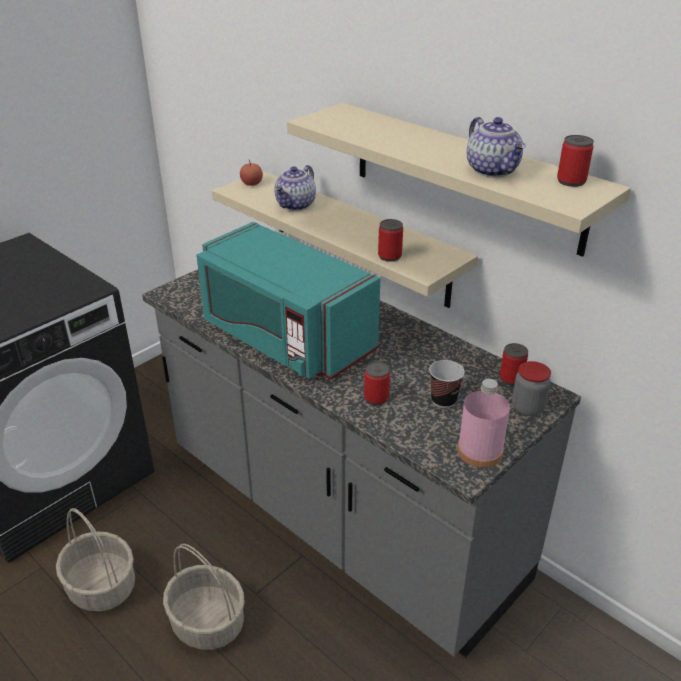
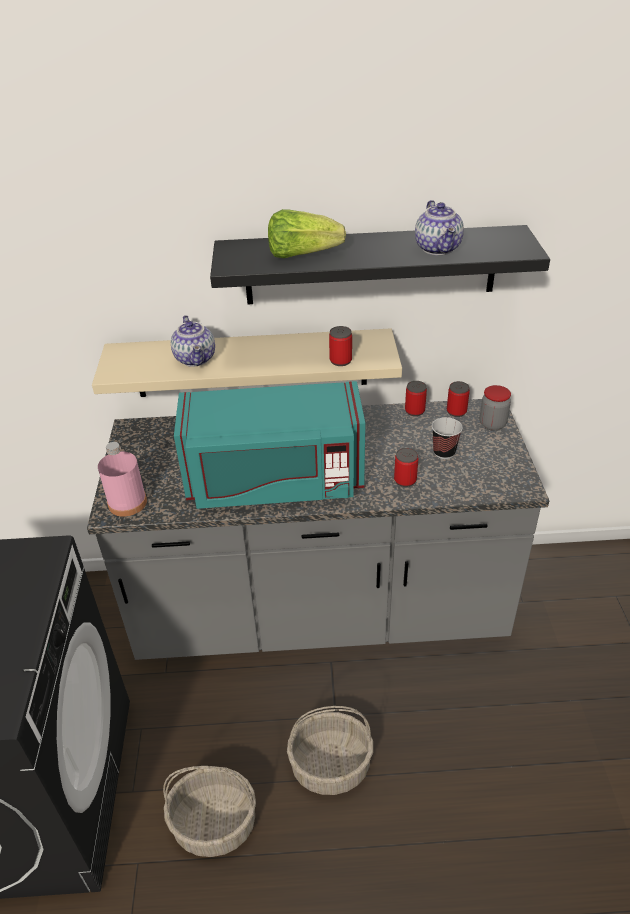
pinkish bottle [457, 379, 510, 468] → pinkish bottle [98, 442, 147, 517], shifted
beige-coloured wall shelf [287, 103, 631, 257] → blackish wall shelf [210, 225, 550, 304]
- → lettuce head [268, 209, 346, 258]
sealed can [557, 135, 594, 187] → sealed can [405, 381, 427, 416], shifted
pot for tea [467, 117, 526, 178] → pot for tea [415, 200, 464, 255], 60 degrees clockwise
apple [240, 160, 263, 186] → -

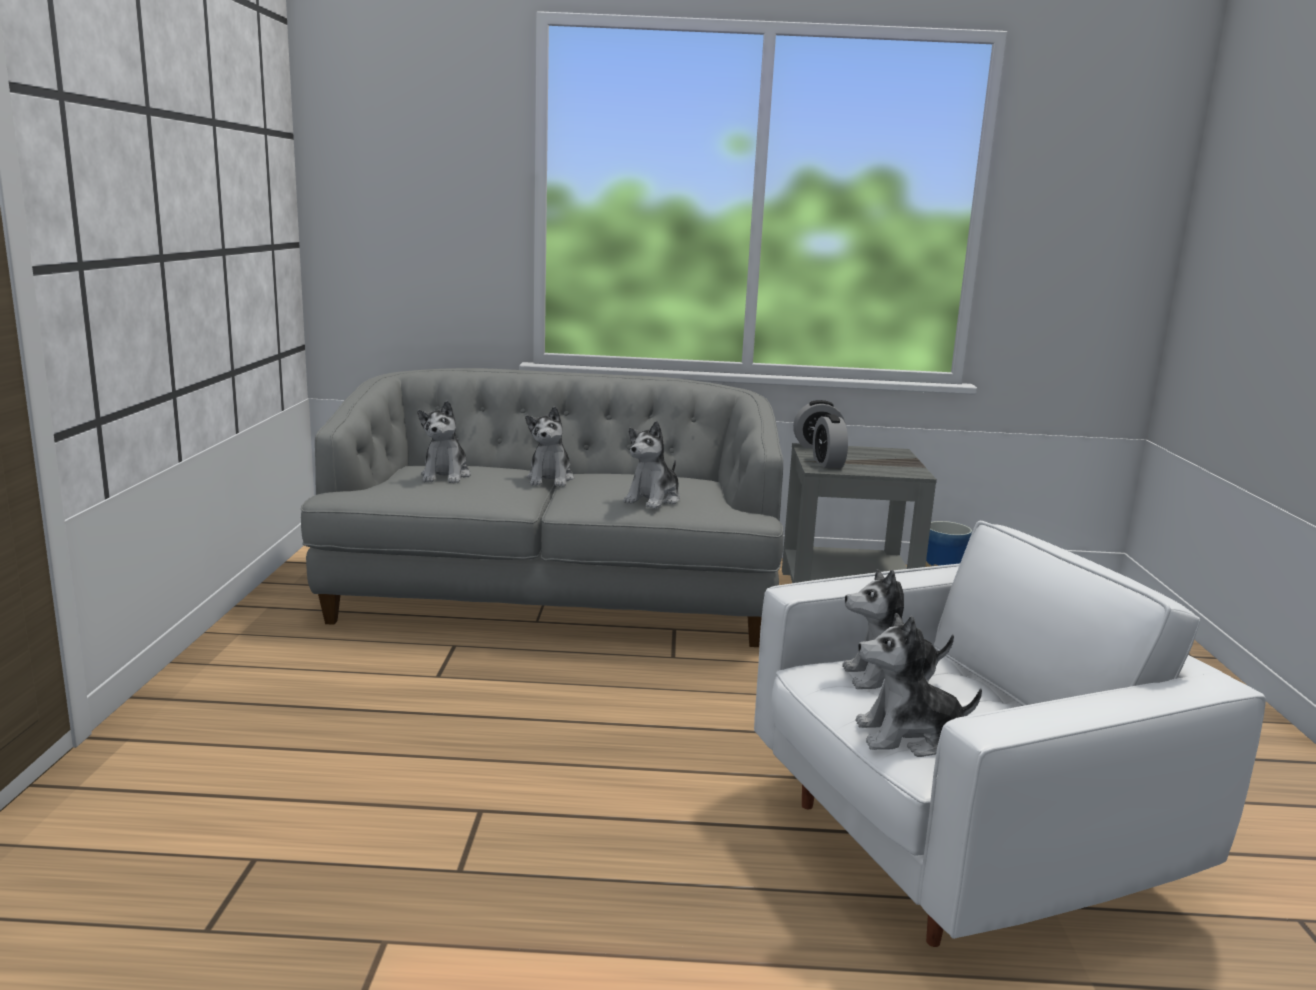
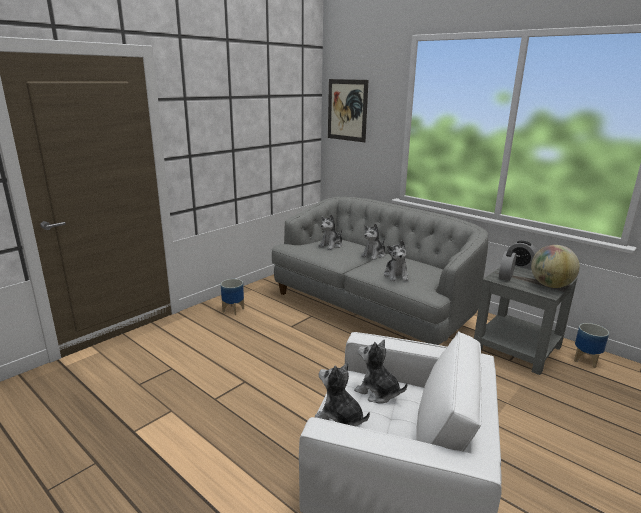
- → plant pot [221, 279, 244, 315]
- → wall picture [328, 79, 368, 142]
cuddly toy [623, 421, 680, 509] → cuddly toy [384, 240, 408, 281], 75 degrees counterclockwise
- → globe [531, 245, 580, 288]

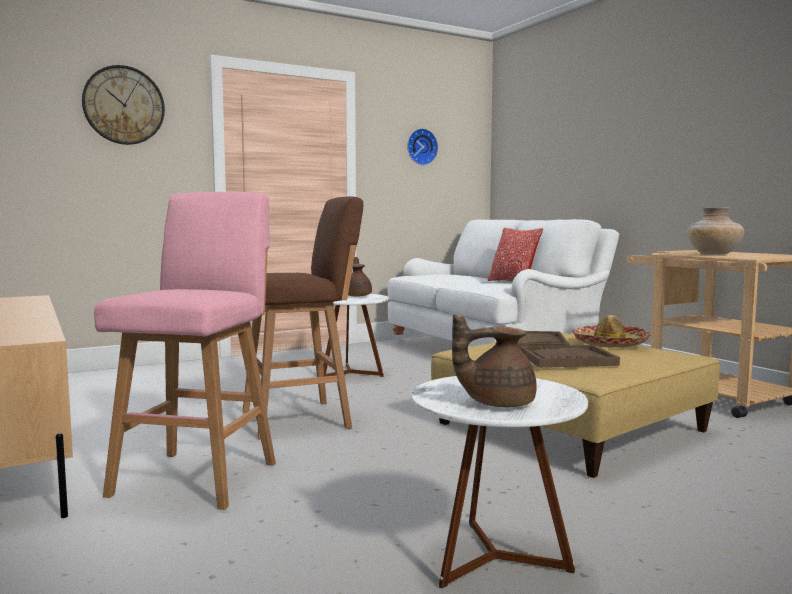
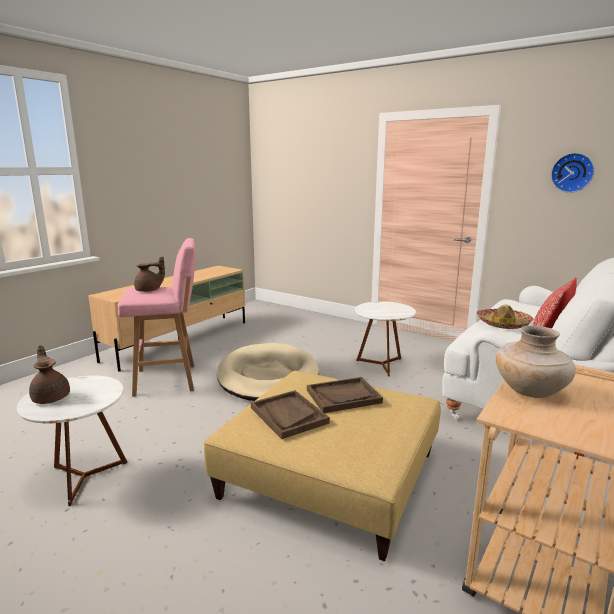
brown pot for tea [348, 257, 372, 297] → brown pot for tea [134, 256, 165, 292], shifted
brown sitting stool [243, 196, 363, 440] → beige-coloured dog cushion [216, 343, 319, 401]
wearable hat [572, 315, 651, 348] → wearable hat [477, 304, 534, 329], shifted
clock on the wall [82, 65, 165, 145] → -

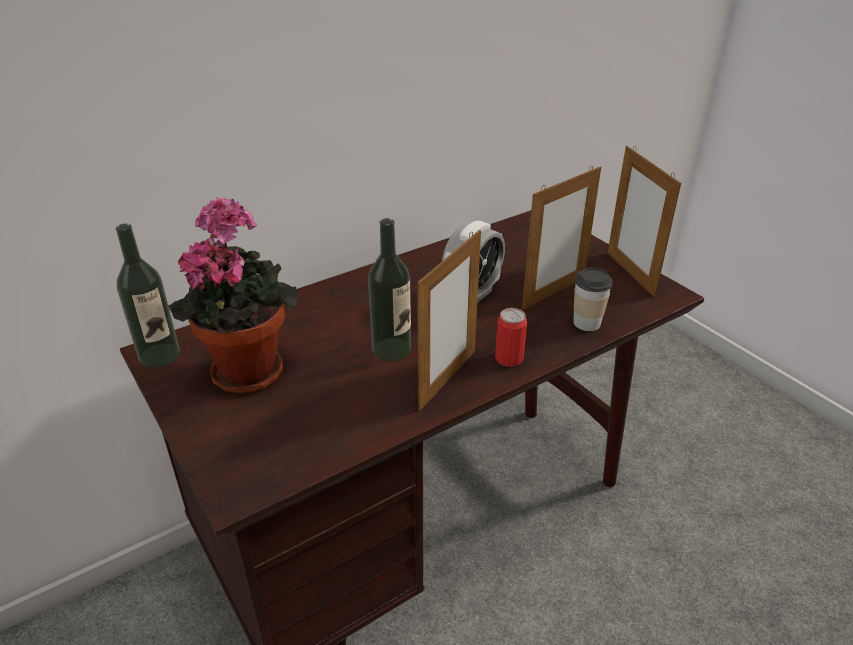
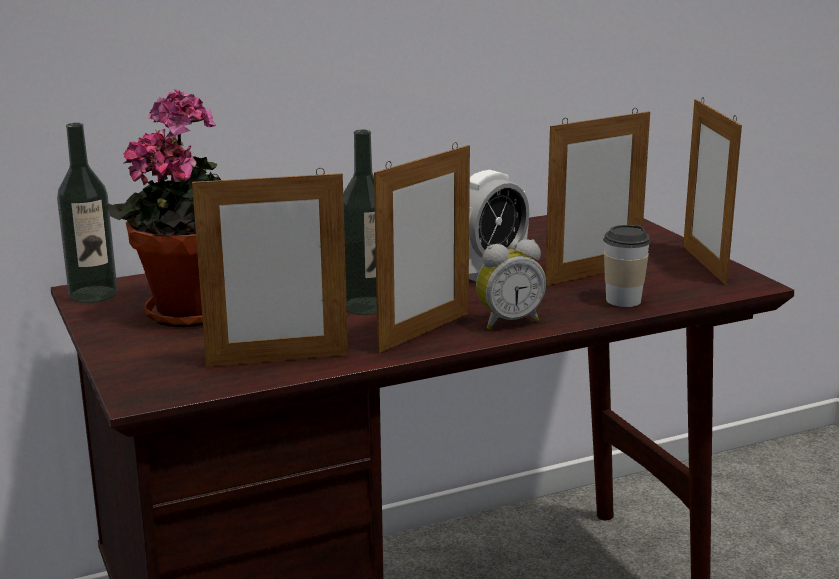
- → photo frame [192, 168, 348, 367]
sealed can [495, 308, 527, 367] → bedside clock [476, 239, 546, 329]

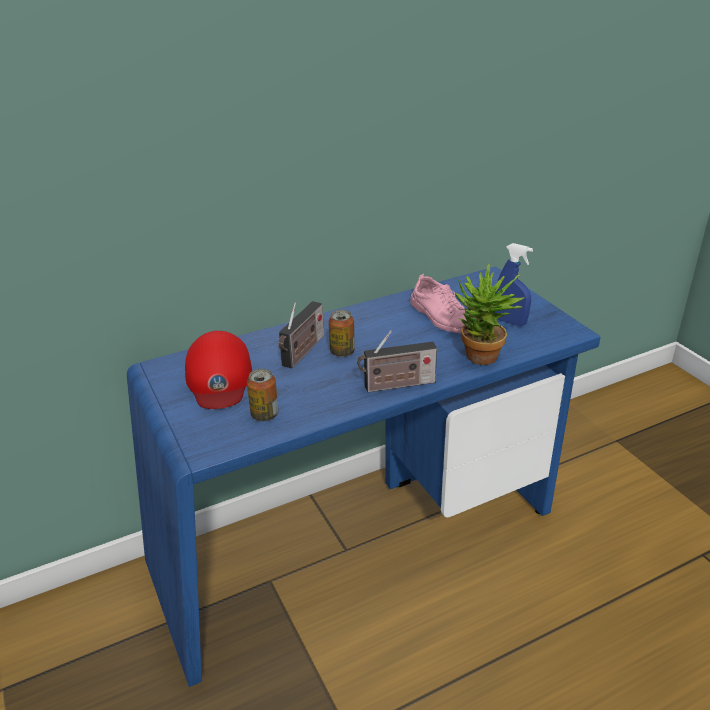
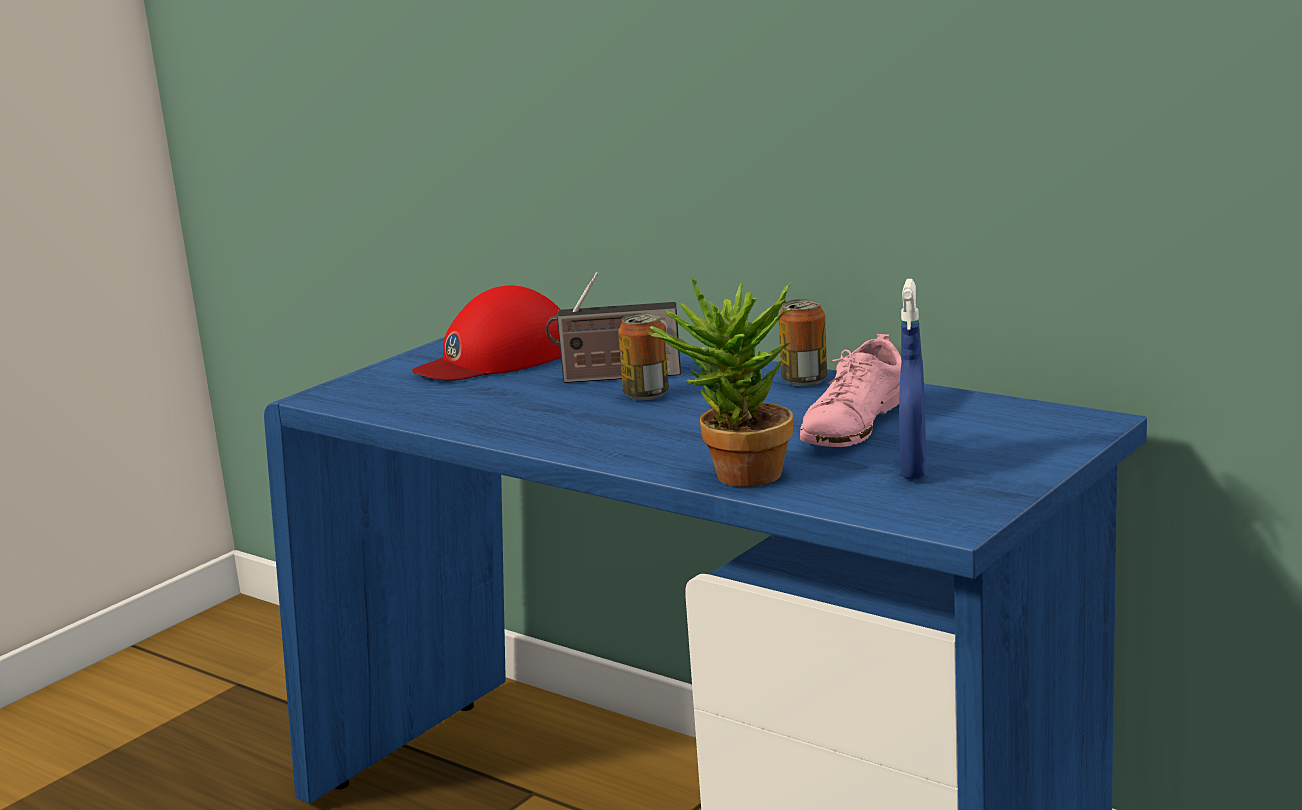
sealed can [247, 369, 279, 421] → sealed can [779, 299, 827, 386], shifted
radio set [357, 330, 437, 392] → -

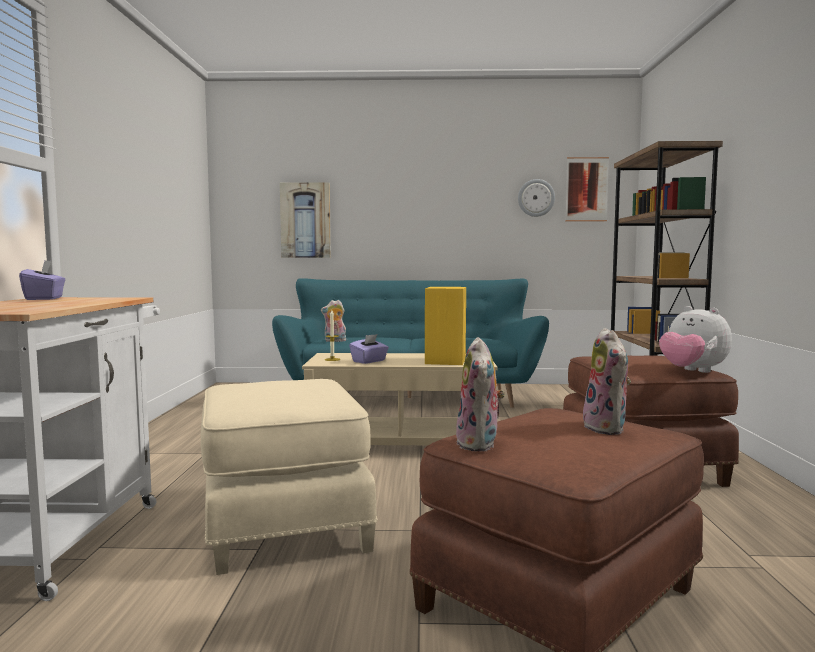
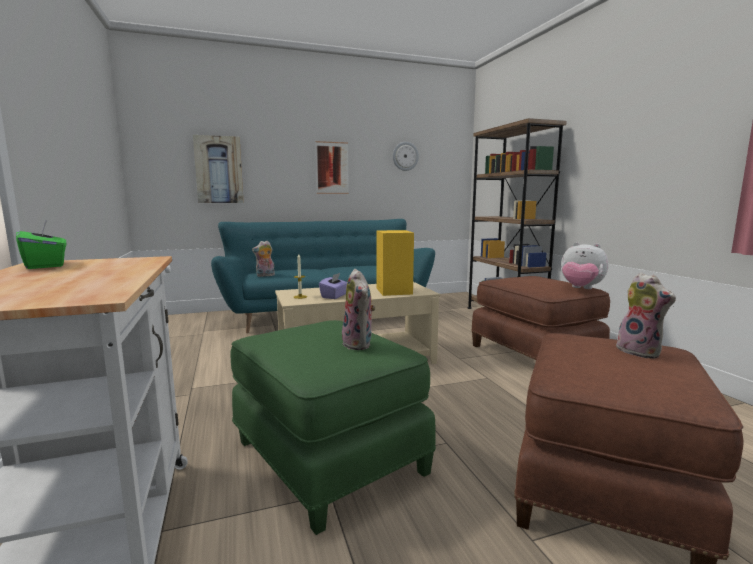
purple box of tissues [19, 260, 66, 300] → green box of tissues [16, 219, 67, 269]
beige-coloured pouffe [201, 379, 378, 575] → green pouffe [230, 320, 436, 535]
wall picture [565, 157, 609, 221] → wall picture [315, 141, 349, 194], shifted
cuddly toy [455, 337, 505, 452] → cuddly toy [342, 269, 376, 350], shifted

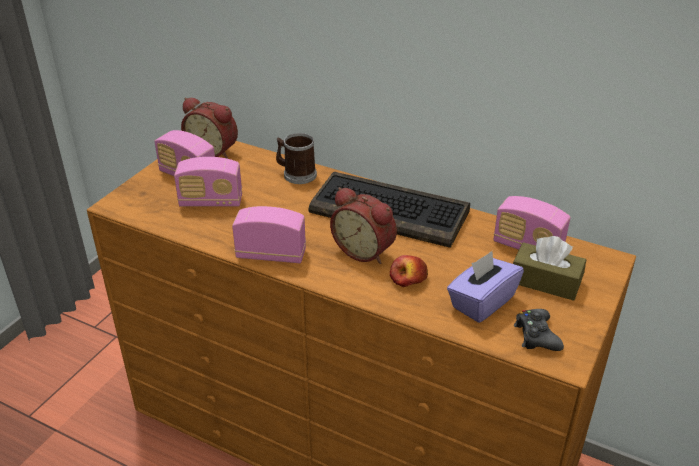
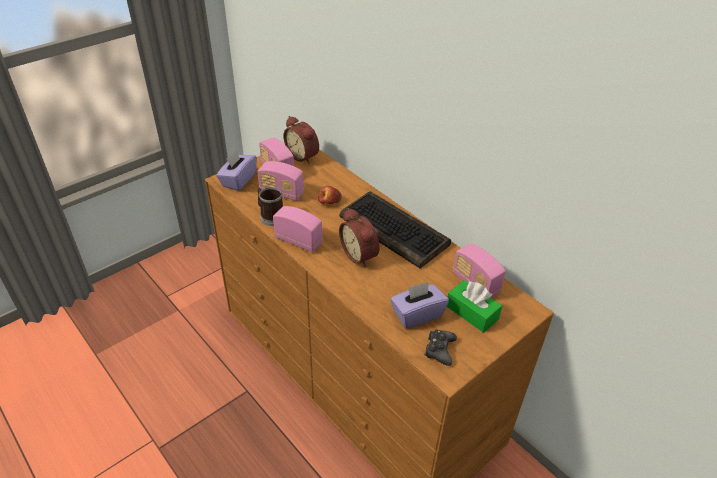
- → purple box of tissues [216, 149, 257, 191]
mug [276, 133, 317, 184] → mug [257, 187, 283, 226], shifted
apple [390, 255, 428, 287] → apple [318, 186, 342, 204], shifted
brown box of tissues [513, 236, 586, 301] → green box of tissues [447, 280, 502, 333]

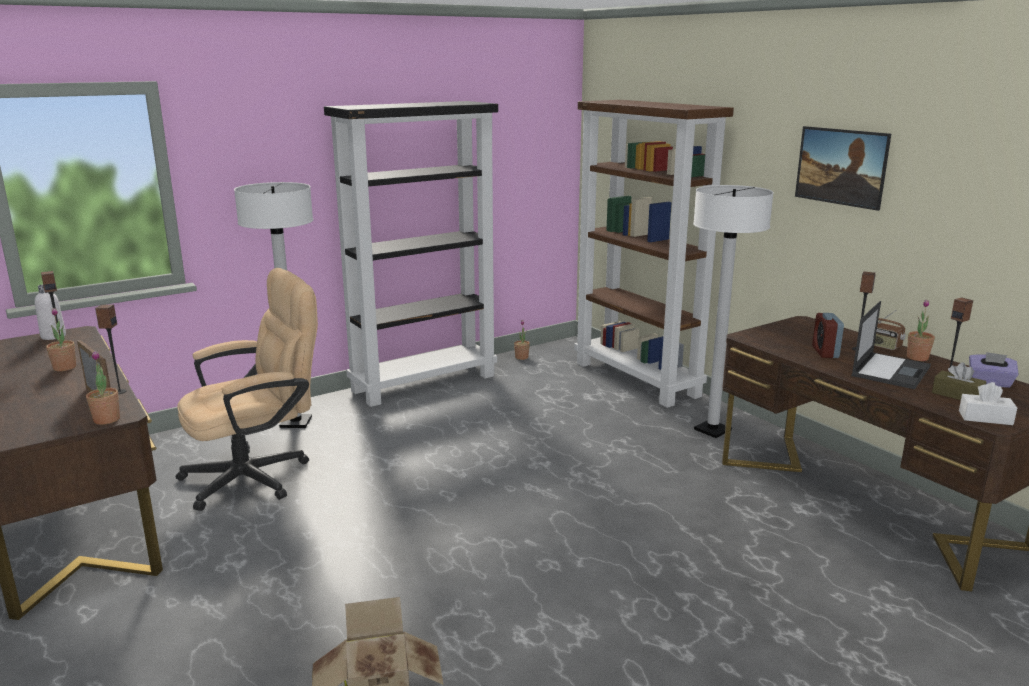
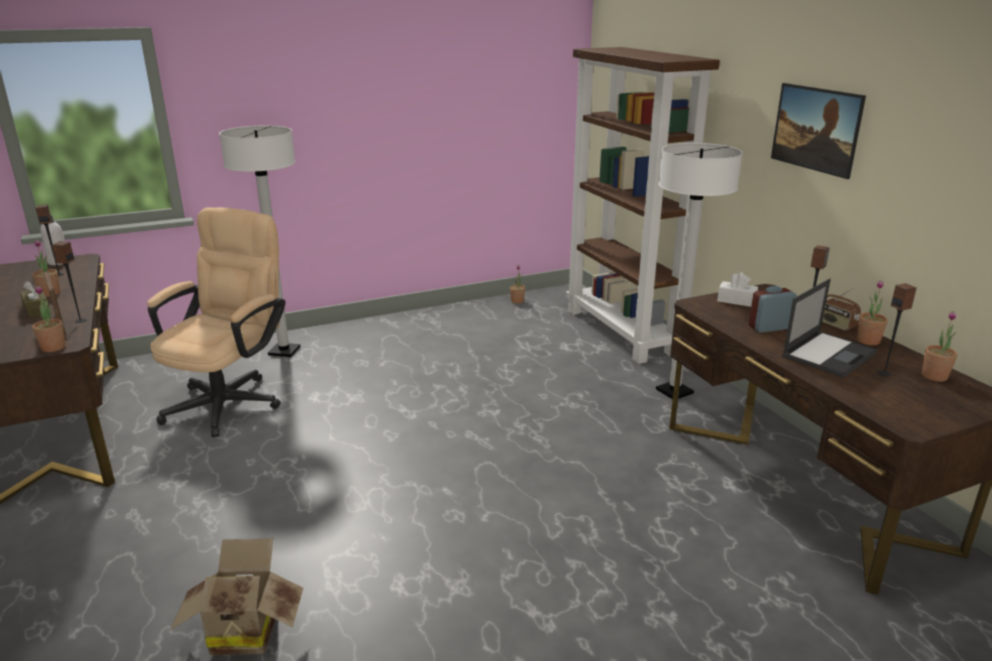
brown box of tissues [932, 362, 987, 400] → brown box of tissues [20, 281, 49, 318], shifted
beige-coloured desk chair [176, 268, 318, 511] → beige-coloured desk chair [147, 207, 285, 437], 45 degrees counterclockwise
white-coloured box of tissues [959, 382, 1017, 425] → white-coloured box of tissues [717, 272, 758, 307], shifted
bedside clock [812, 313, 844, 358] → bedside clock [749, 286, 797, 333], 60 degrees clockwise
purple box of tissues [969, 352, 1019, 388] → plant in a pot [922, 311, 958, 382]
blackish bookcase [324, 101, 498, 407] → -

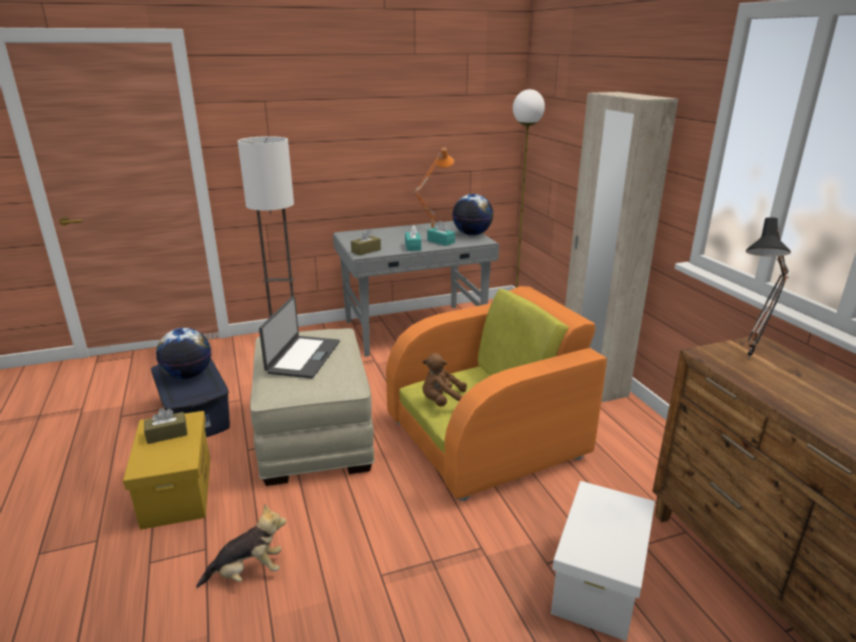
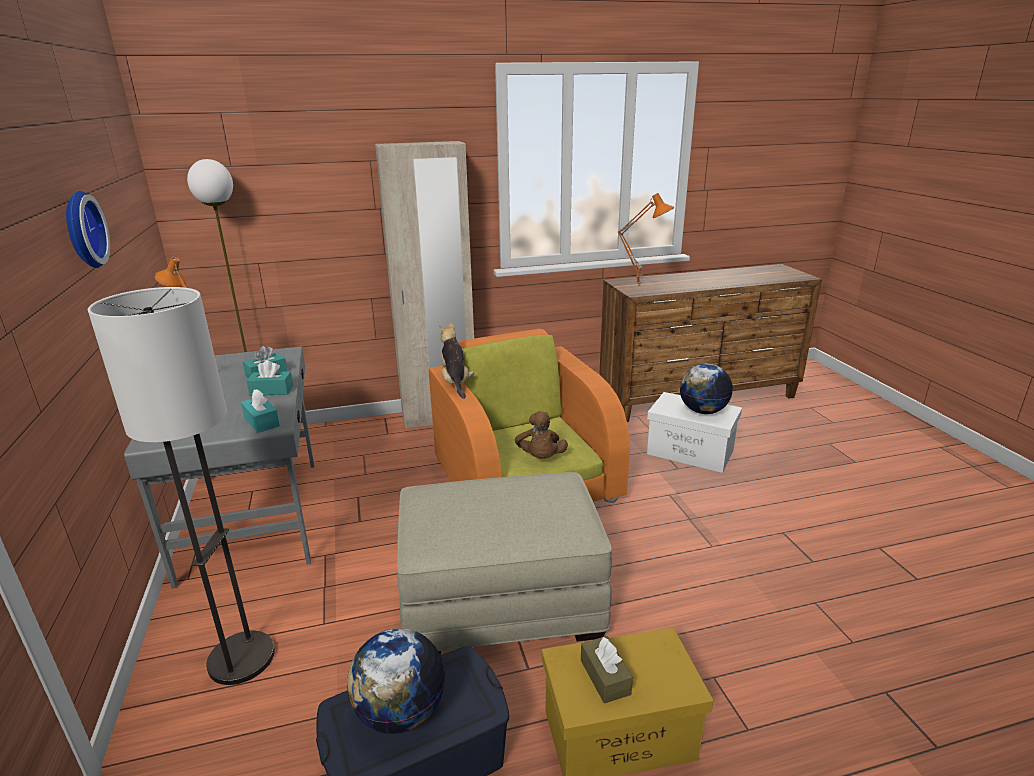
- → clock on the wall [66, 191, 110, 268]
brown box of tissues [351, 229, 381, 255] → turquoise-coloured box of tissues [241, 389, 280, 433]
cuddly toy [196, 504, 286, 588] → cuddly toy [439, 323, 474, 399], shifted
blackish lamp for a table [746, 217, 791, 359] → orange-coloured lamp for a table [618, 193, 674, 287]
globe [452, 194, 494, 235] → globe [680, 363, 733, 414], shifted
laptop [259, 296, 340, 379] → -

